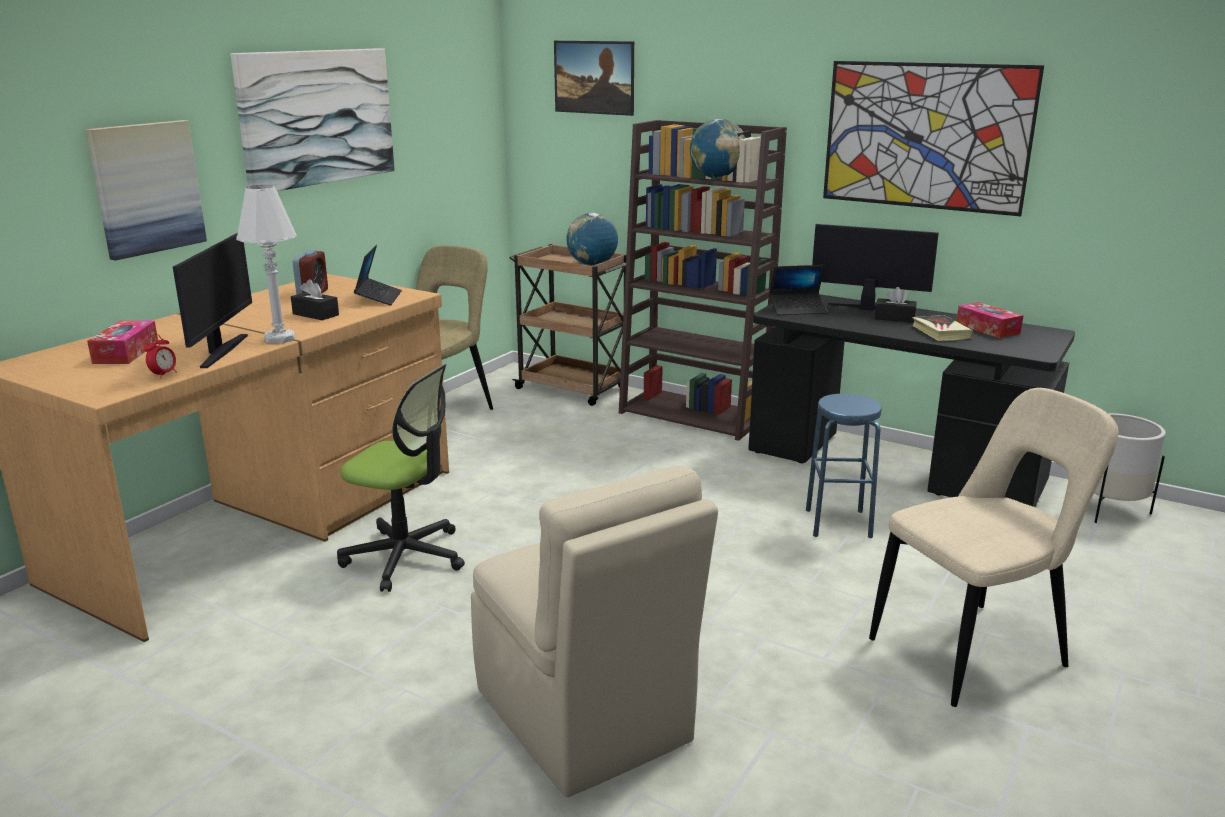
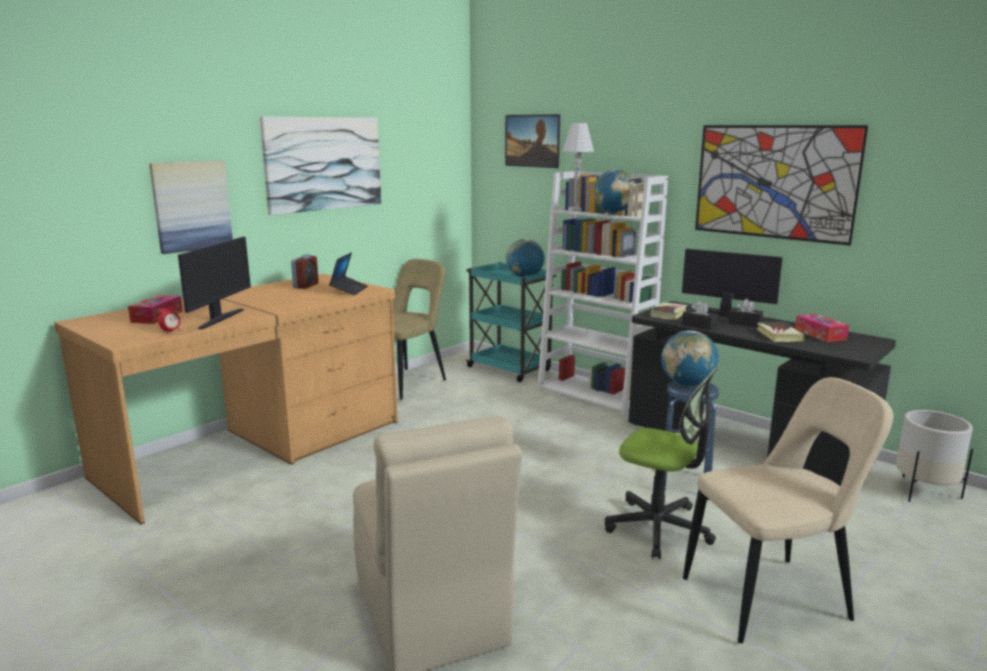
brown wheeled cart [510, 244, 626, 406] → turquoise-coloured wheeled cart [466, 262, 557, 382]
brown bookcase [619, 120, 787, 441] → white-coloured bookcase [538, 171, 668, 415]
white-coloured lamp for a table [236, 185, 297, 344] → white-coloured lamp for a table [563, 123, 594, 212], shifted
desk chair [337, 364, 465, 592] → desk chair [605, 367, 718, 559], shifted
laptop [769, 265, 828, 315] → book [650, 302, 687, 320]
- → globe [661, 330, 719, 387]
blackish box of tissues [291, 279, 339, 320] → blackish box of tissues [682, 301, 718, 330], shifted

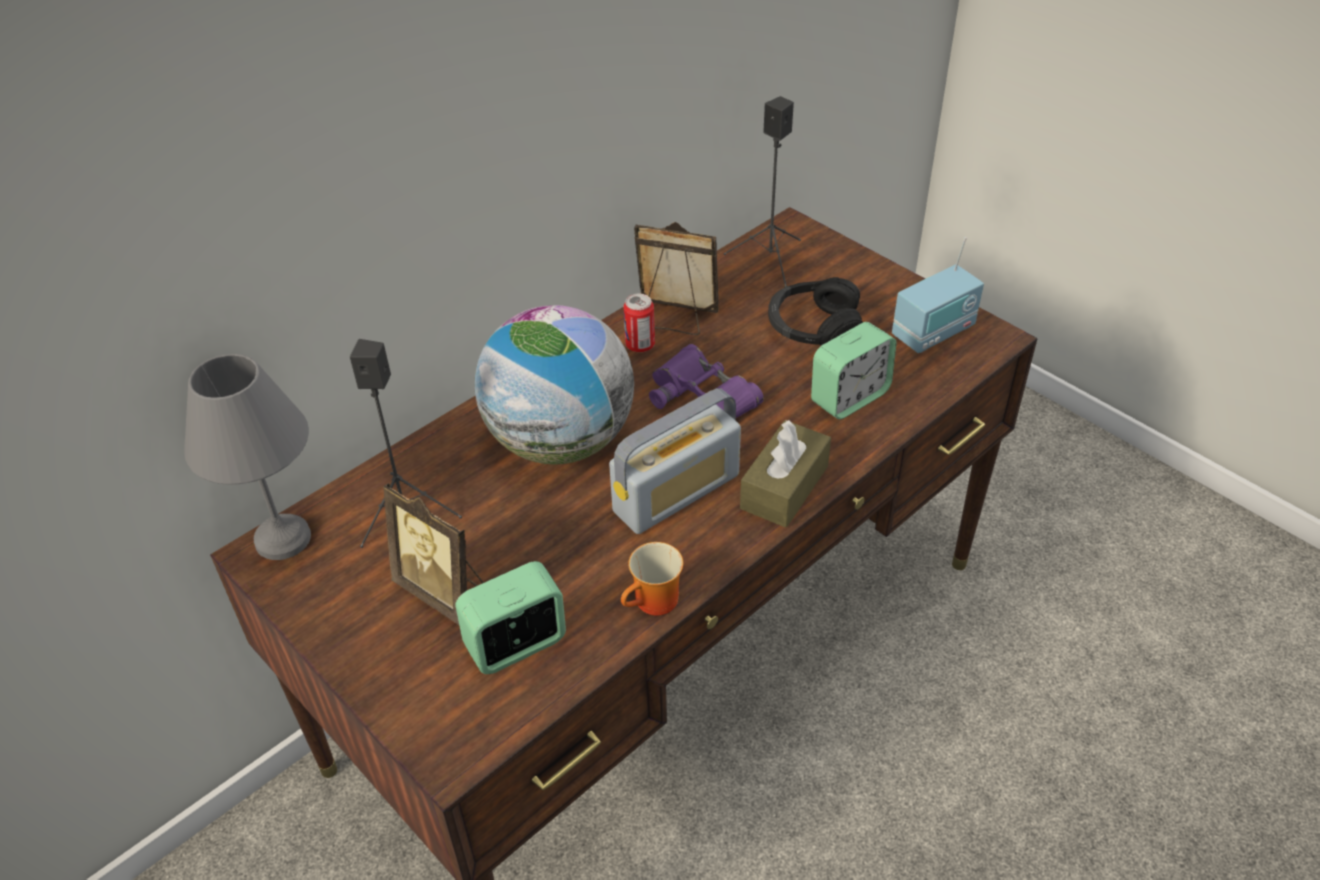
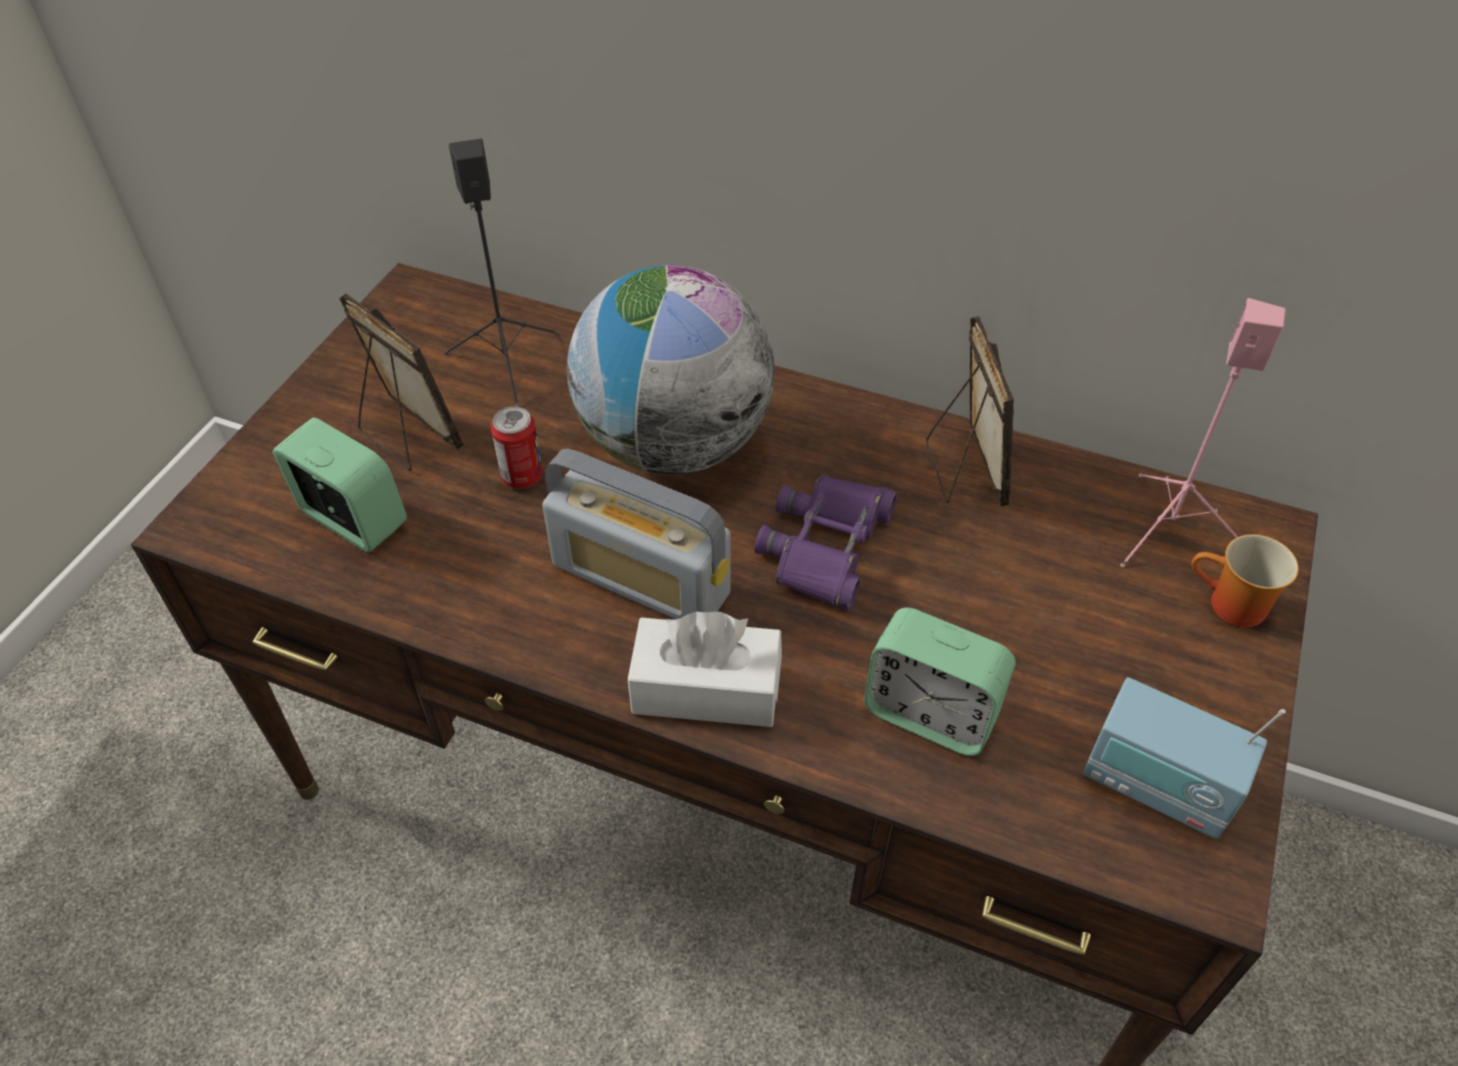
photo frame [383, 483, 484, 625] → photo frame [339, 294, 464, 471], 120 degrees clockwise
sealed can [623, 293, 655, 352] → sealed can [491, 406, 543, 489], shifted
brown box of tissues [740, 420, 831, 528] → white-coloured box of tissues [628, 611, 782, 727]
blackish loudspeaker [724, 96, 801, 287] → pinkish loudspeaker [1120, 298, 1286, 567]
mug [621, 542, 683, 616] → mug [1191, 534, 1299, 627], shifted
greyish lamp for a table [184, 354, 311, 560] → -
blackish headset [768, 277, 863, 346] → -

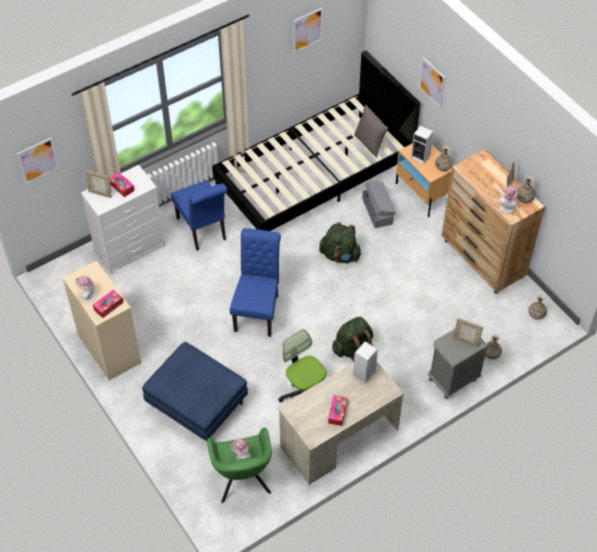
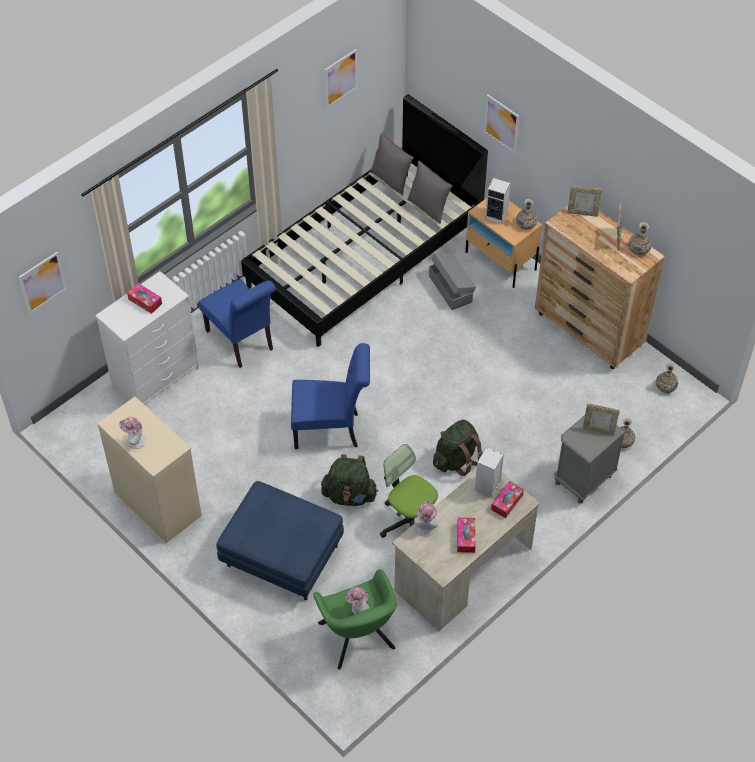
bluish chair [230, 228, 281, 337] → bluish chair [291, 343, 370, 449], 90 degrees clockwise
green rucksack [319, 222, 362, 263] → green rucksack [321, 454, 378, 506], shifted
- → greyish cushion [371, 133, 414, 196]
wearable hat [499, 185, 518, 214] → wearable hat [414, 501, 439, 537], shifted
box of tissues [93, 290, 123, 318] → box of tissues [491, 481, 524, 518], shifted
photo frame [86, 170, 112, 198] → photo frame [567, 185, 602, 217], shifted

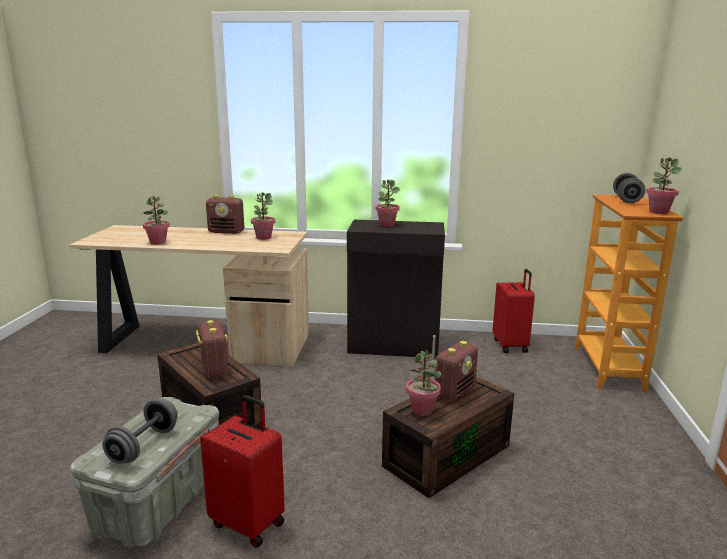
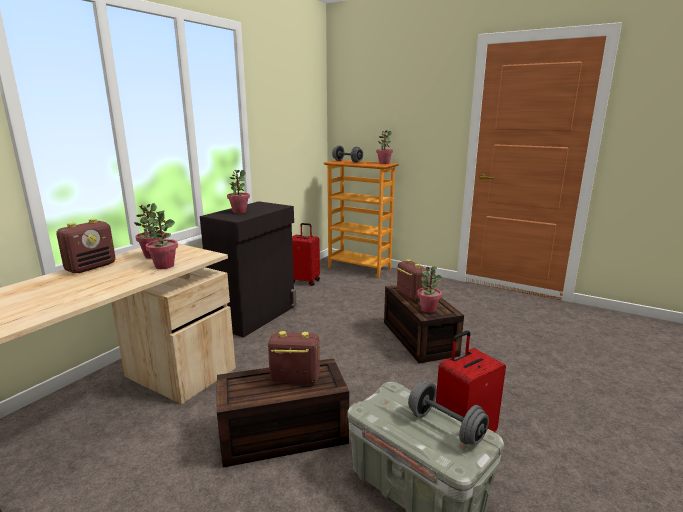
plant in a pot [143, 196, 169, 245] → plant in a pot [146, 210, 178, 269], shifted

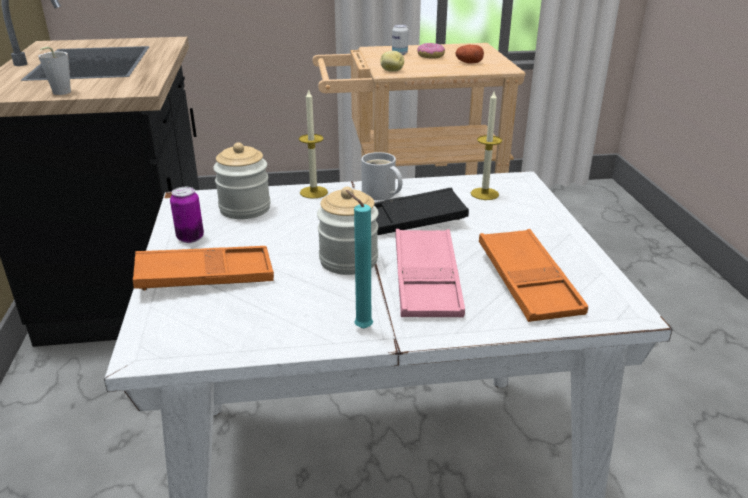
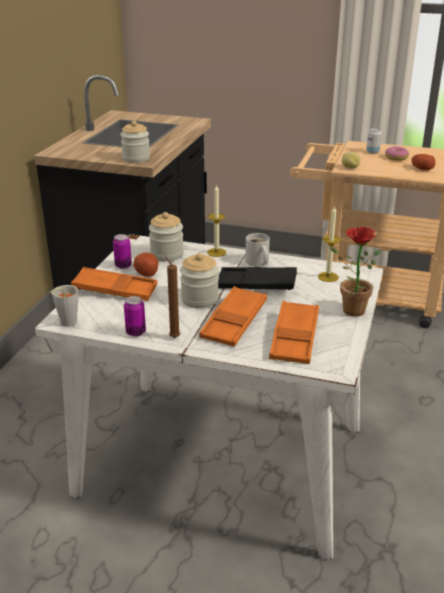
greyish cup [38, 47, 71, 95] → greyish cup [50, 285, 78, 327], shifted
- → preserve jar [120, 121, 150, 163]
- → sealed can [124, 296, 146, 337]
- → whole potato [133, 252, 159, 277]
turquoise-coloured candle [346, 190, 373, 329] → brown candle [165, 255, 180, 338]
pinkish tray [395, 229, 465, 318] → orange-coloured tray [199, 286, 267, 347]
- → plant in a pot [329, 227, 381, 317]

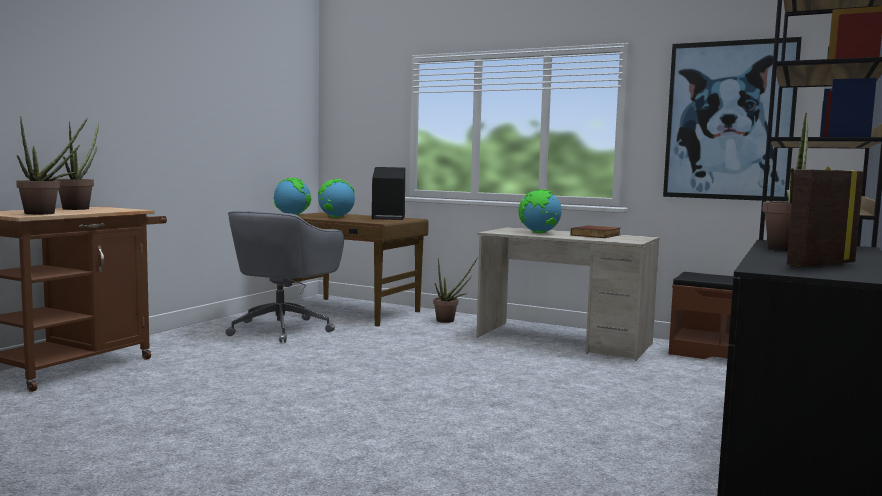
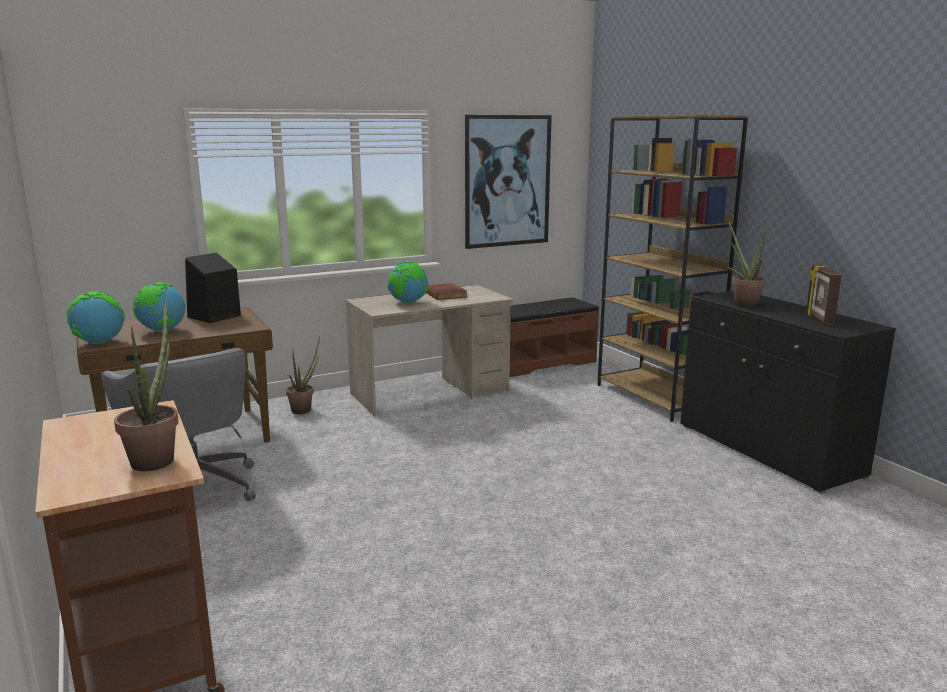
plant in a pot [56, 121, 99, 210] → -

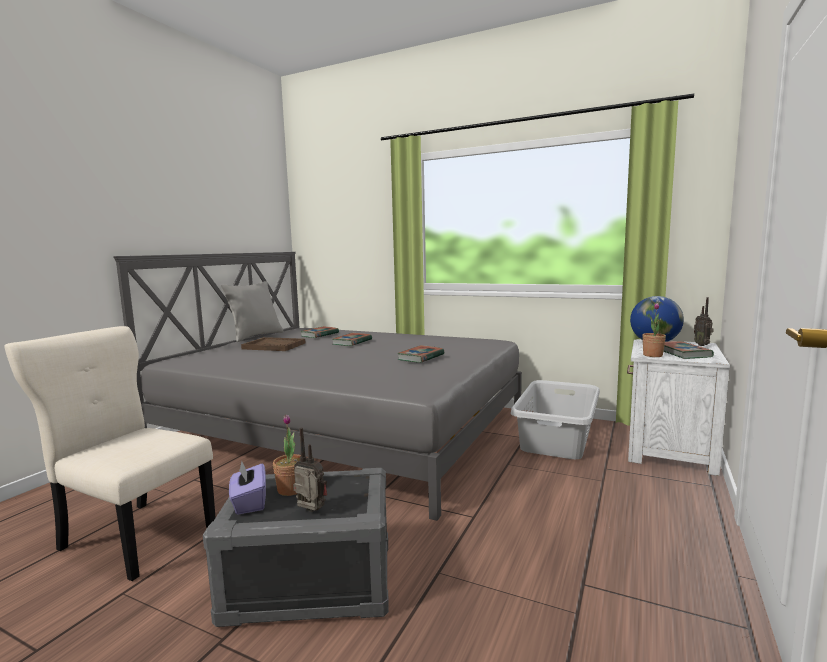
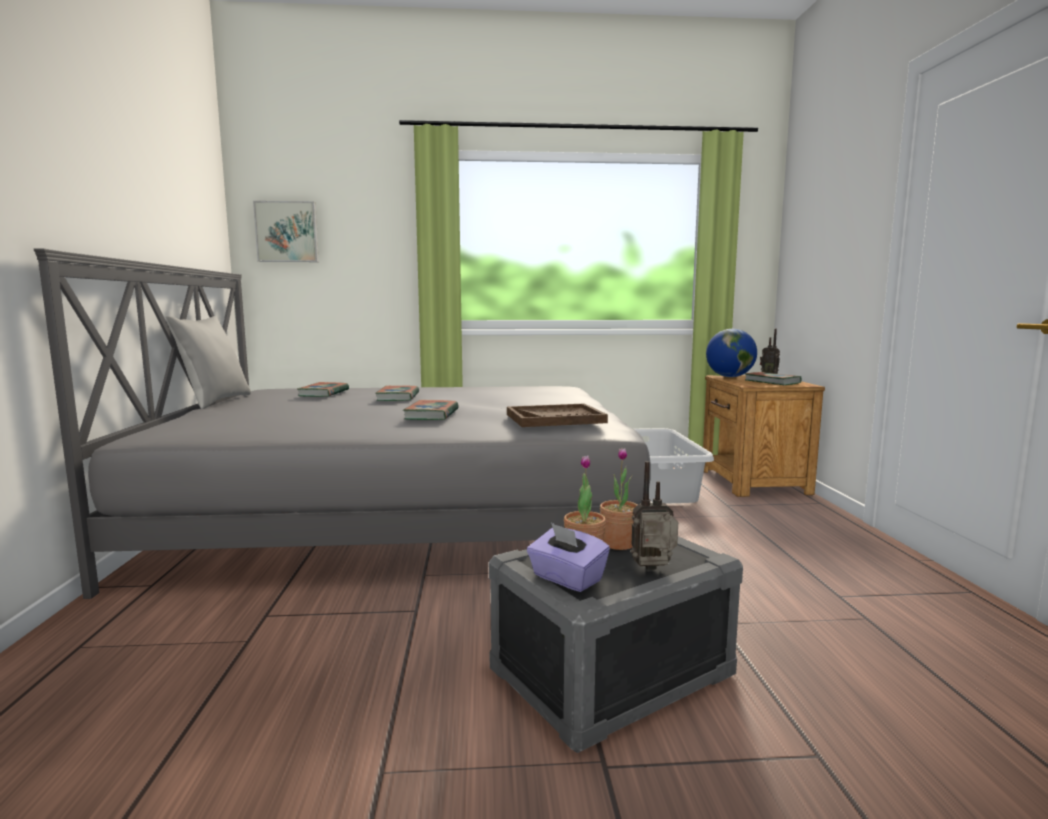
- → wall picture [253, 201, 319, 262]
book [397, 345, 444, 363] → book [403, 400, 459, 420], shifted
brown tray [241, 337, 305, 351] → brown tray [507, 403, 608, 427], shifted
plant in a pot [642, 303, 666, 357] → plant in a pot [600, 447, 637, 550], shifted
white-coloured nightstand [627, 339, 730, 476] → brown nightstand [703, 375, 825, 497]
beige-coloured chair [4, 326, 216, 581] → -

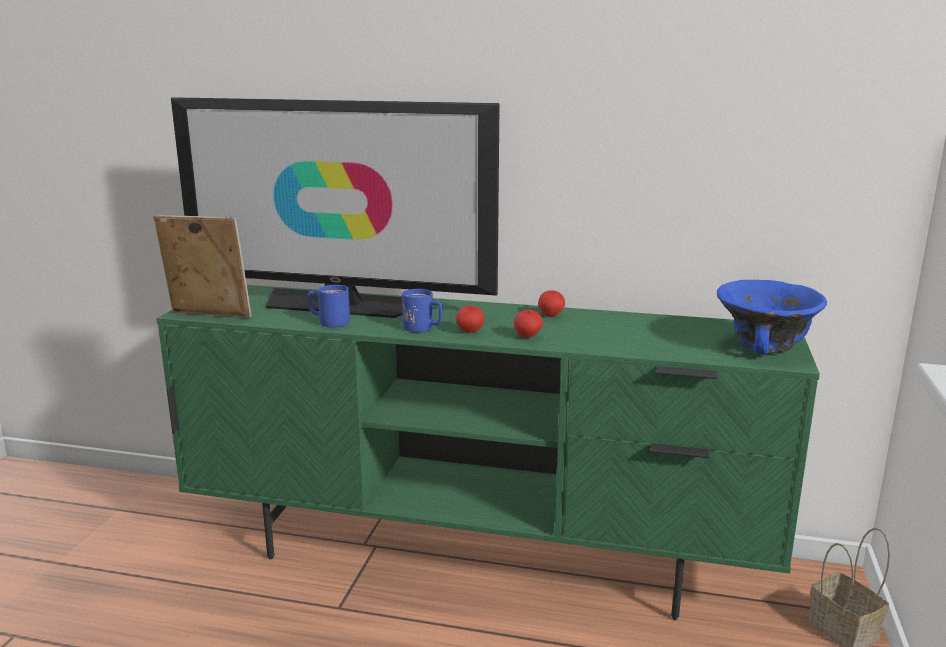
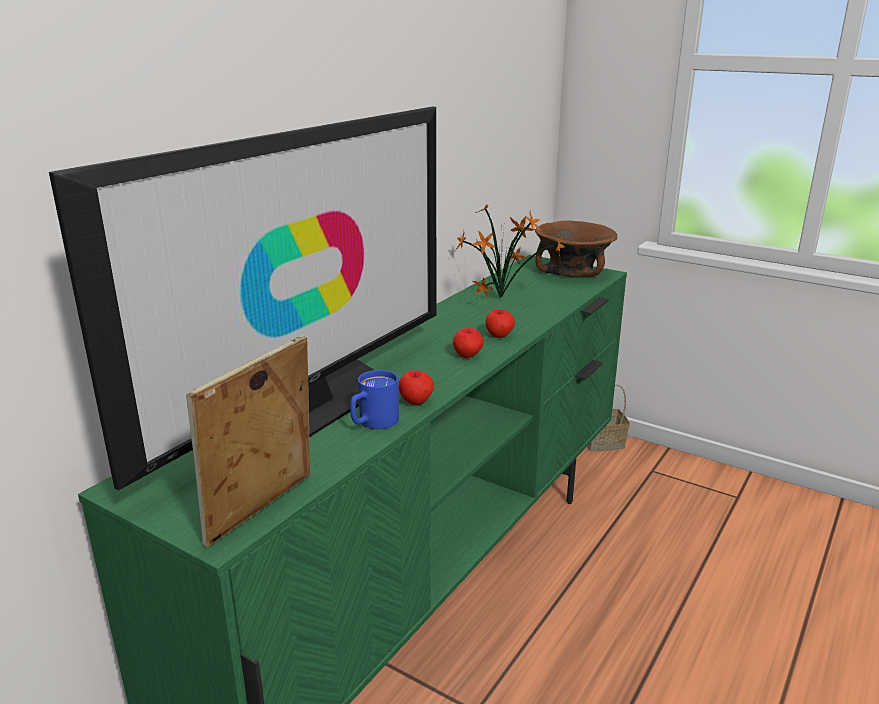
apple [538, 290, 565, 317] → apple [399, 371, 434, 405], shifted
- → plant in a pot [455, 200, 565, 299]
bluish serving bowl [717, 280, 827, 355] → brown serving bowl [535, 220, 617, 277]
bluish mug [402, 289, 443, 332] → -

